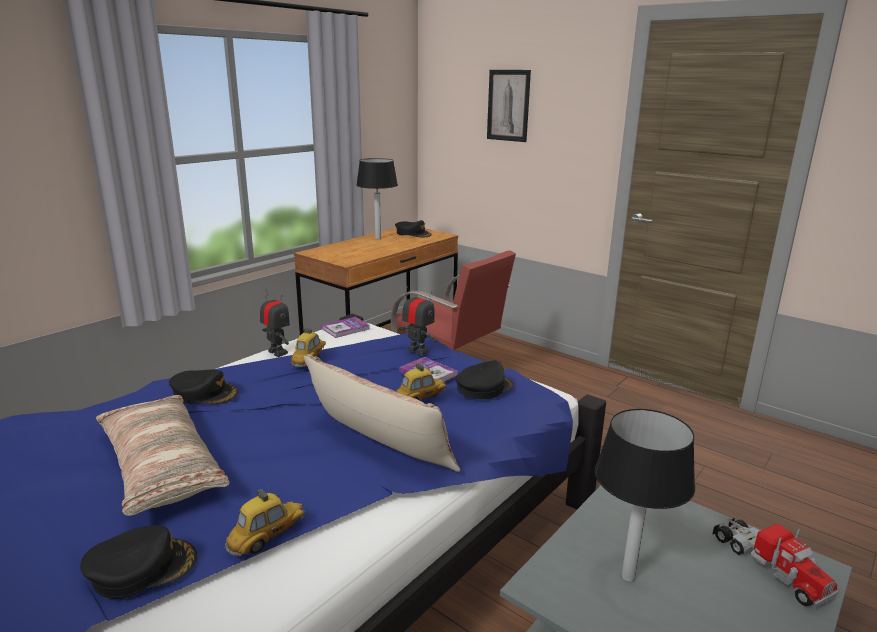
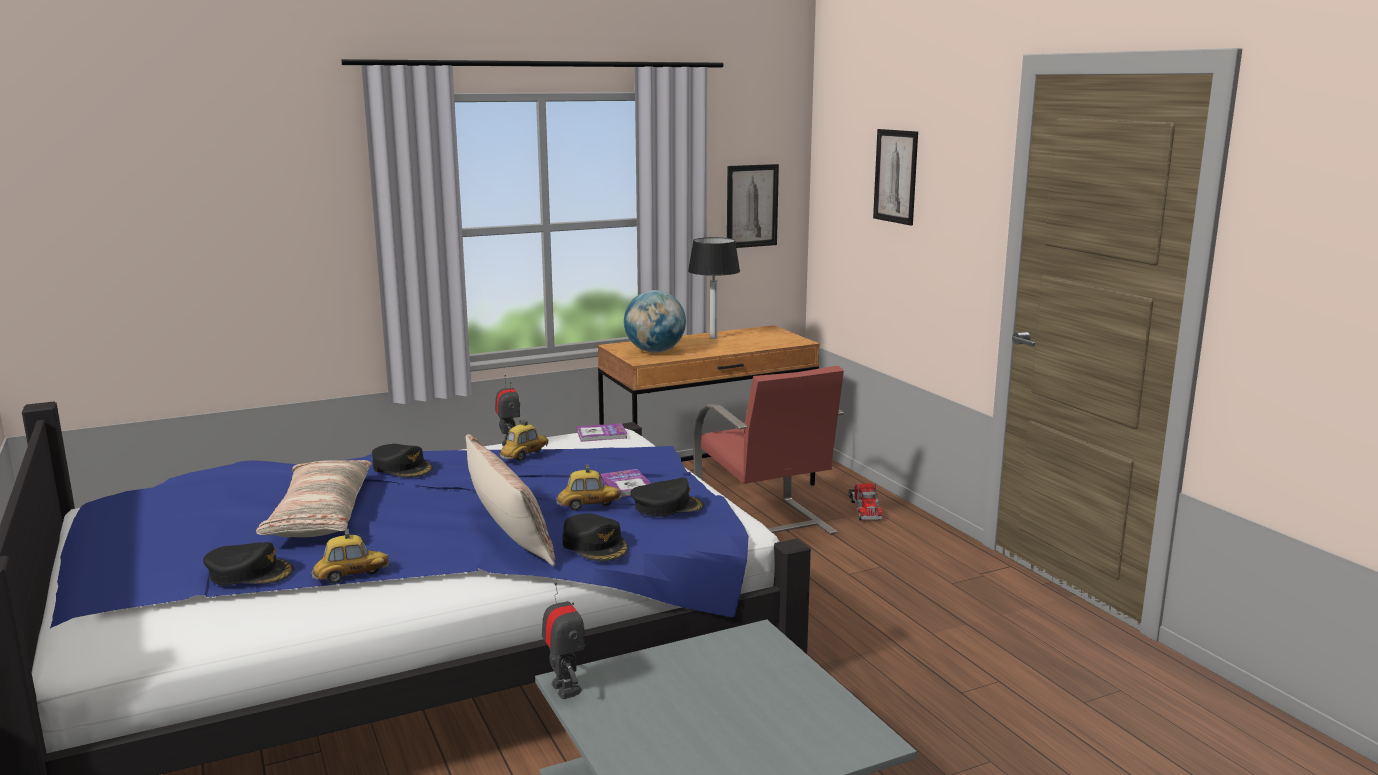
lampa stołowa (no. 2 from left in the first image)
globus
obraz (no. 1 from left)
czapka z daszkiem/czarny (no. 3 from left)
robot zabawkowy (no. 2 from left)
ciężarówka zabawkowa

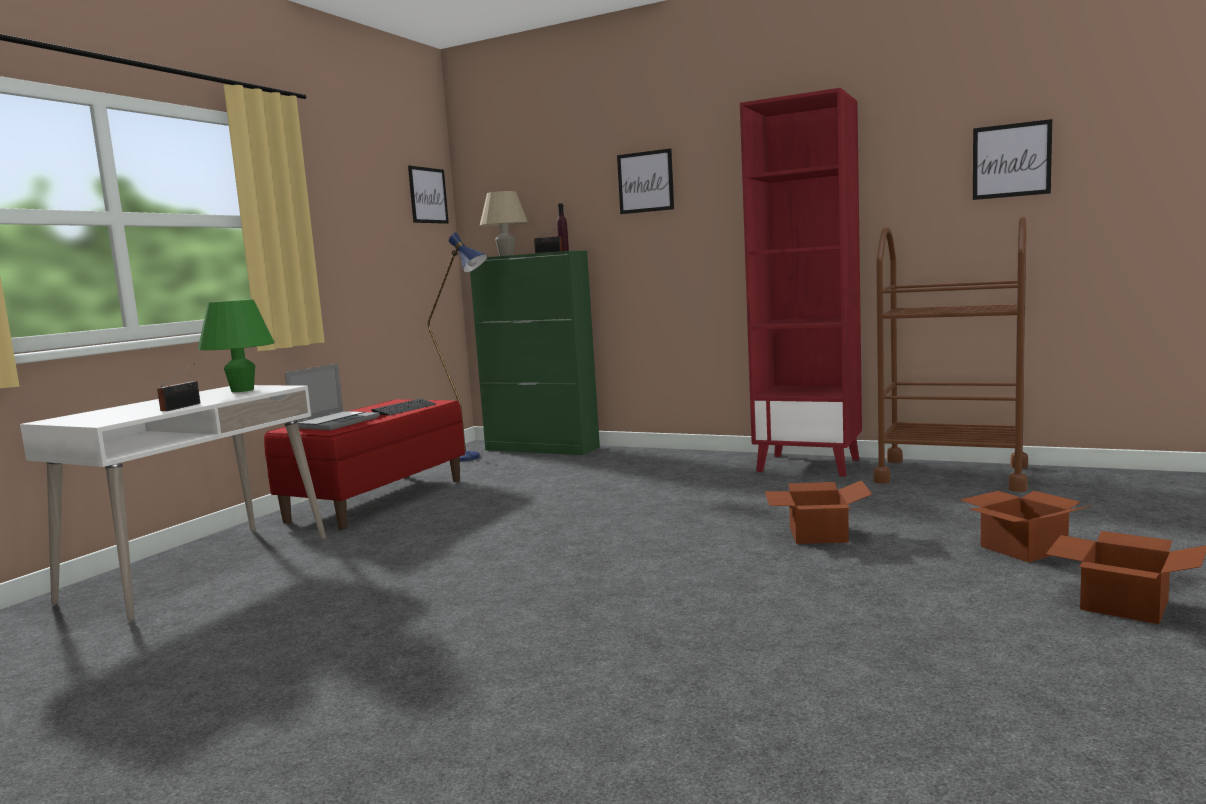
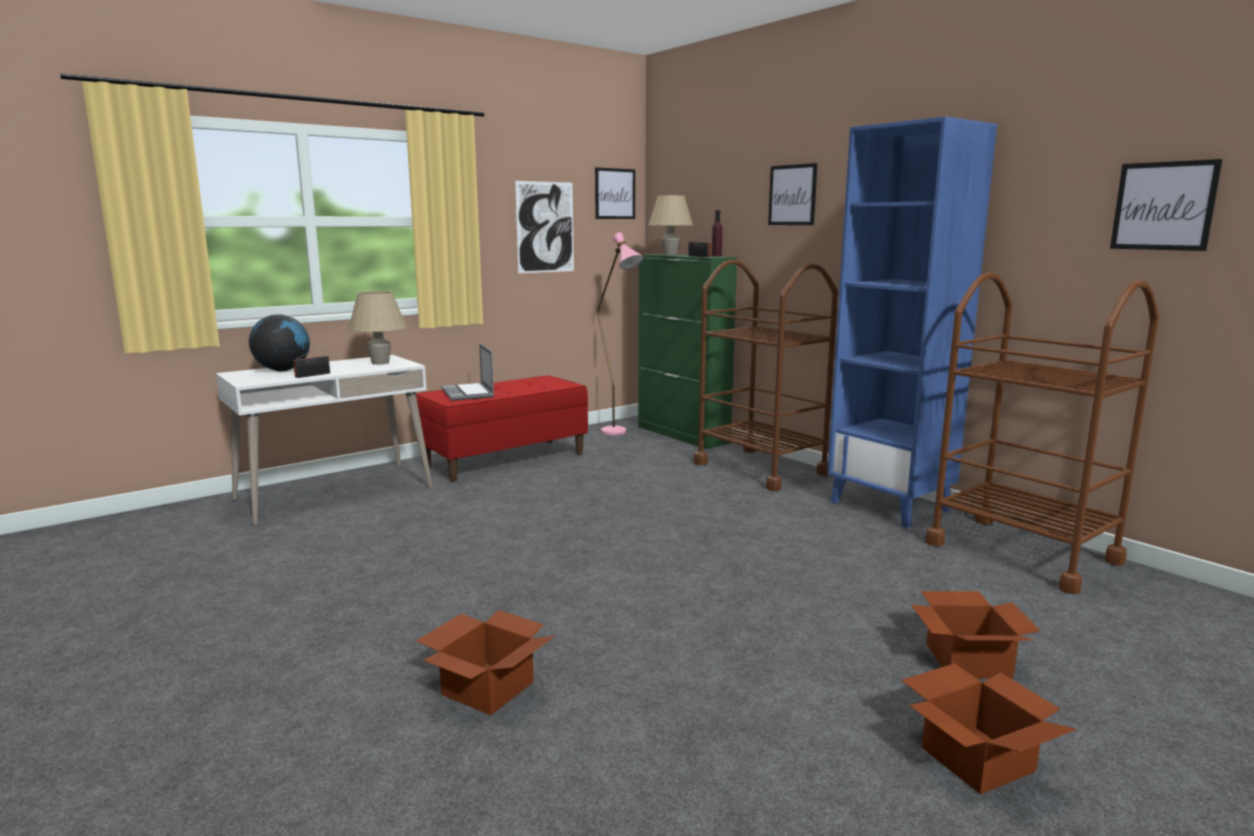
klawiatura
globus
obraz (no. 1 from left)
wózek/brązowy (no. 1 from left)
karton (no. 1 from left)
lampa stołowa/beżowy (no. 1 from left)
lampa stojąca/różowy
regał/niebieski
laptop

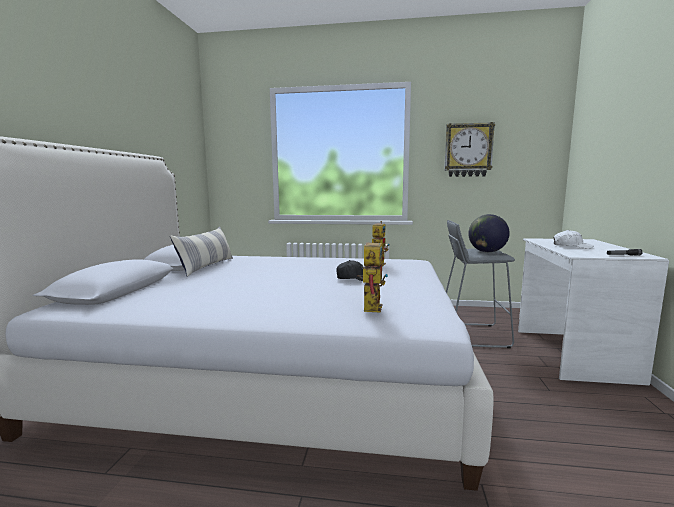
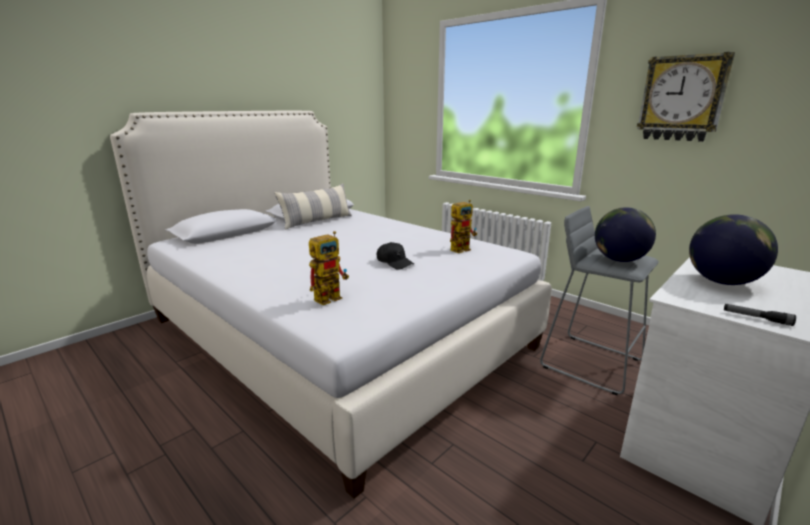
globus (no. 2 from left)

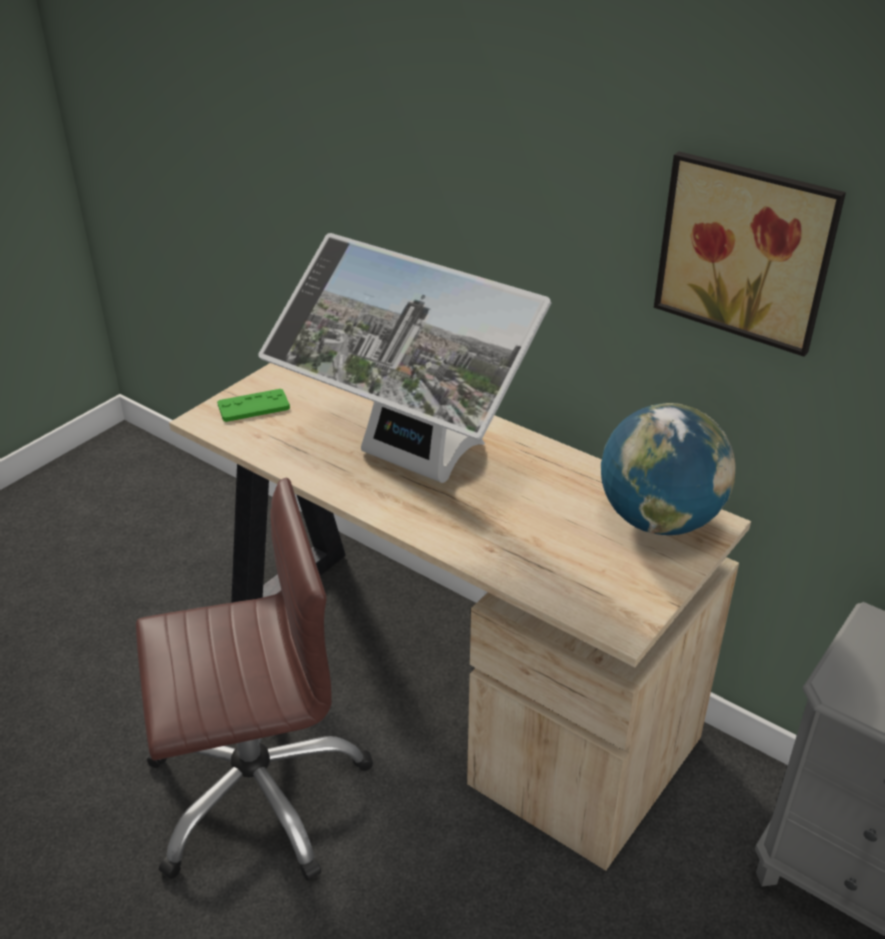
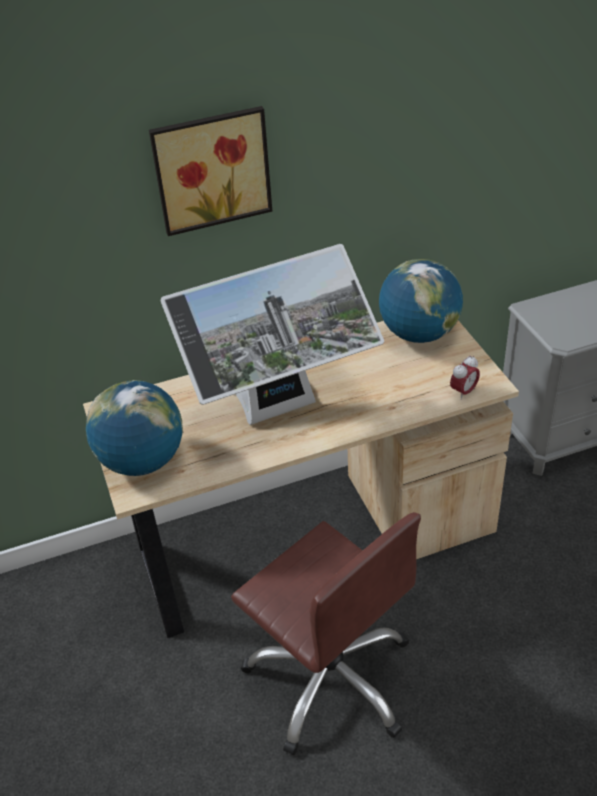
budzik
obraz
globus (no. 1 from left)
krzesło biurowe/brązowy

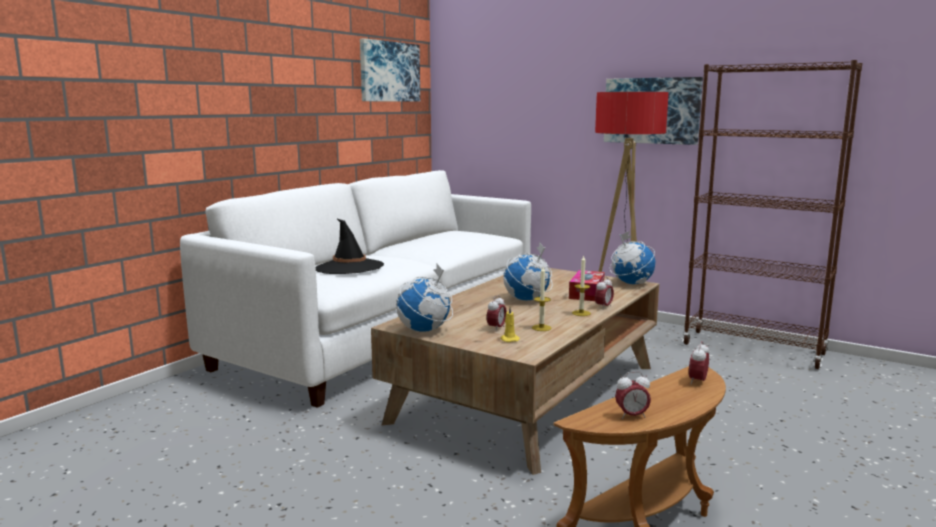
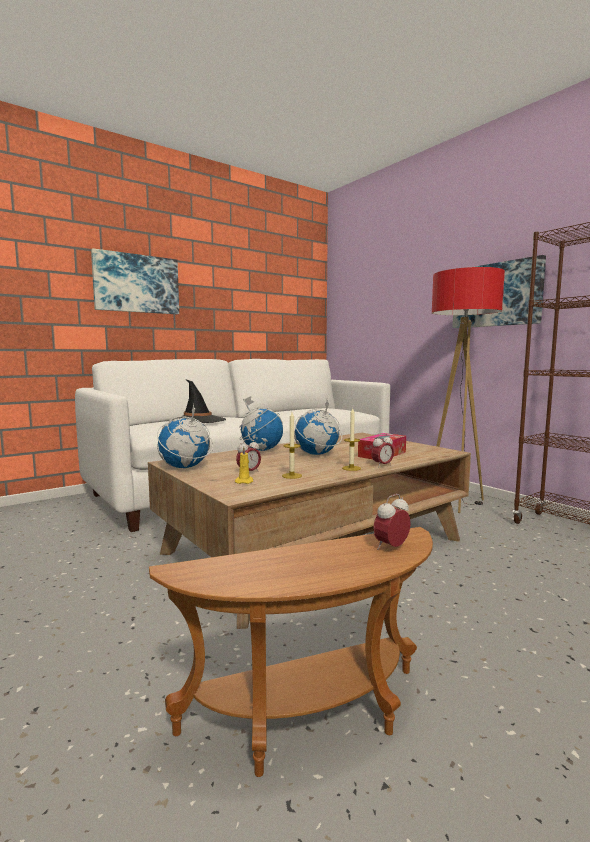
budzik (no. 3 from left in the first image)
obraz (no. 1 from left)
globus (no. 2 from left)

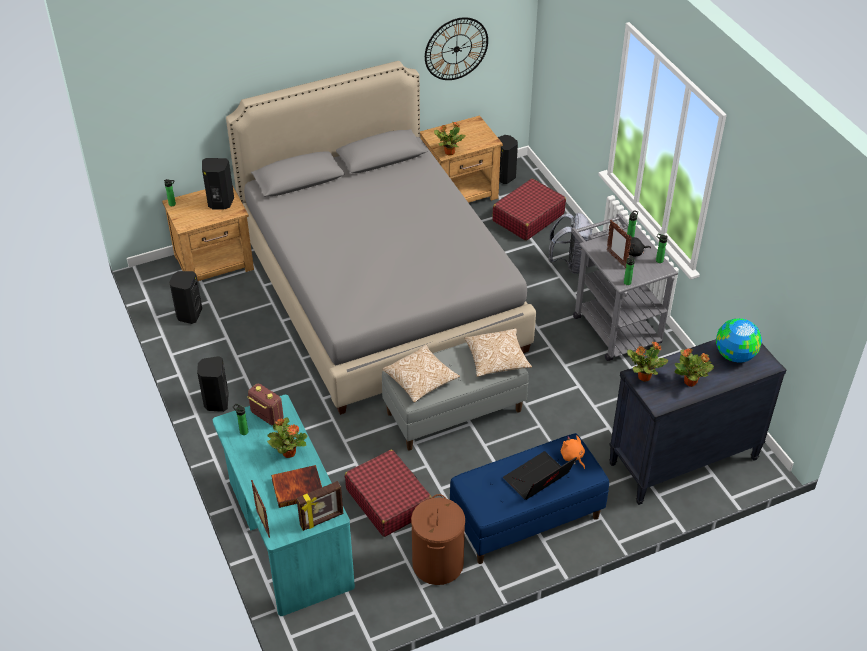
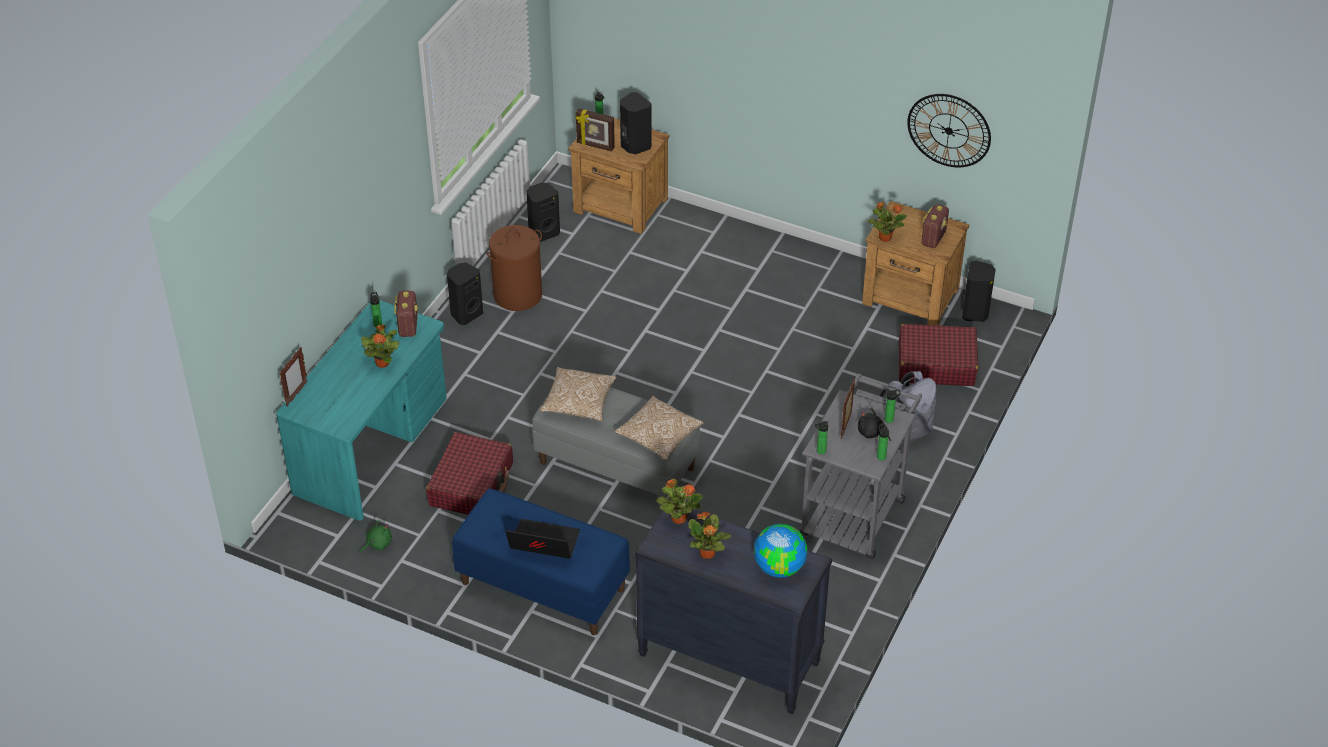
łóżko/szary
książka
pluszak/pomarańczowy
pluszak/zielony
radio (no. 2 from left)
ramka na zdjęcie (no. 2 from left)
kosz na pranie/brązowy

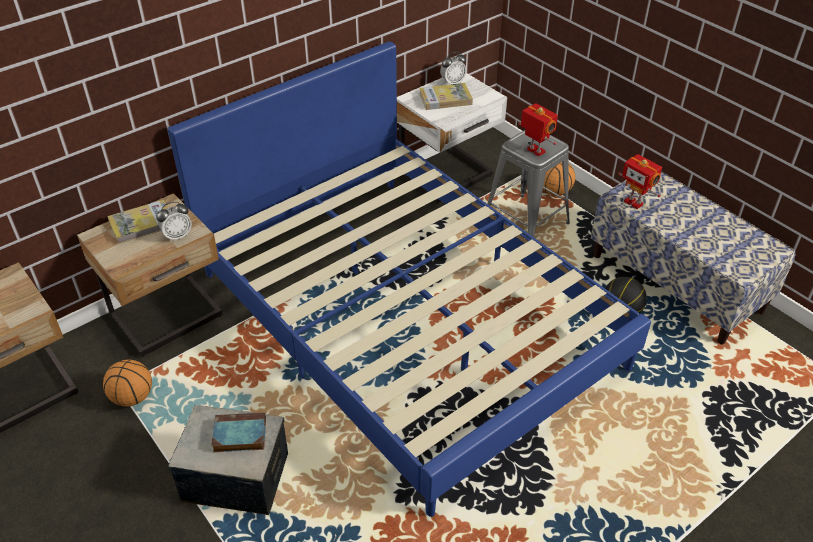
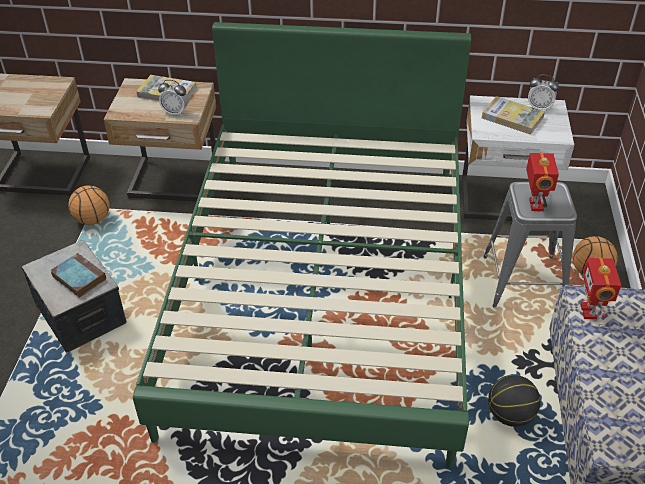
łóżko/zielony

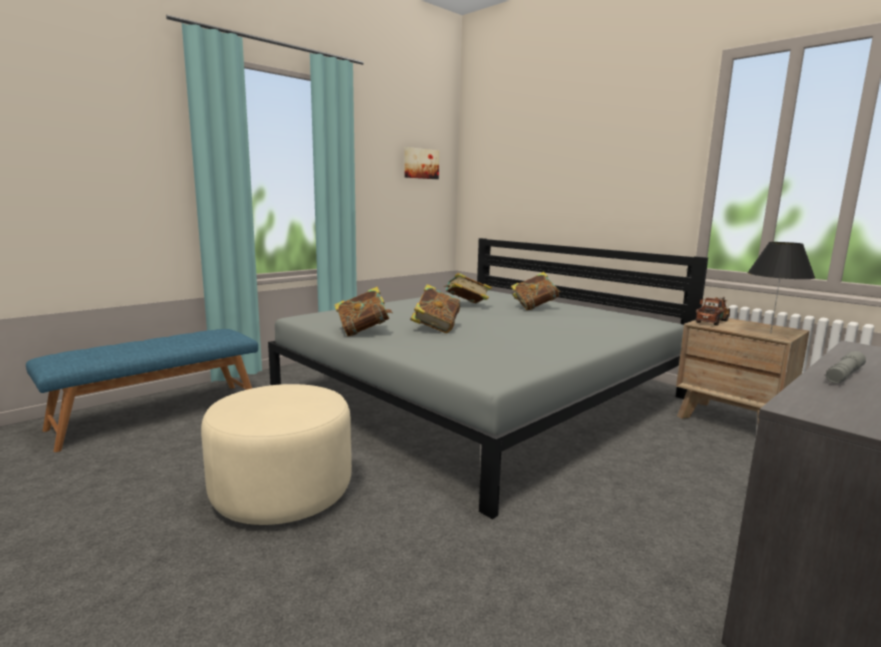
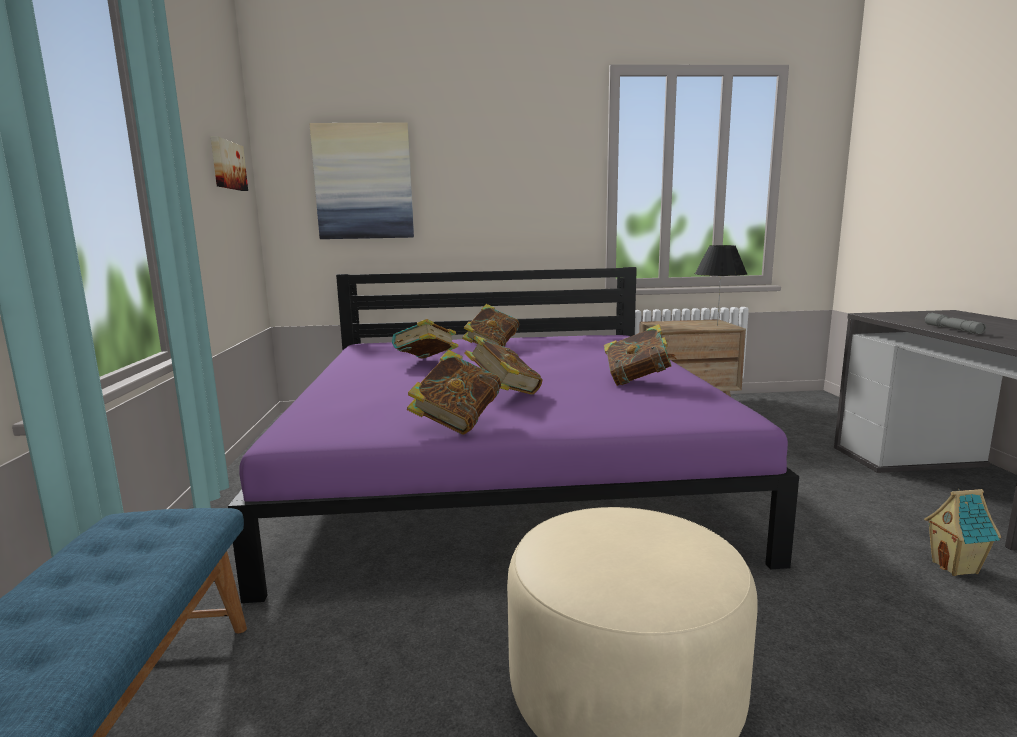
ciężarówka zabawkowa
obraz (no. 2 from left)
książka (no. 5 from left)
domek
łóżko/fioletowy

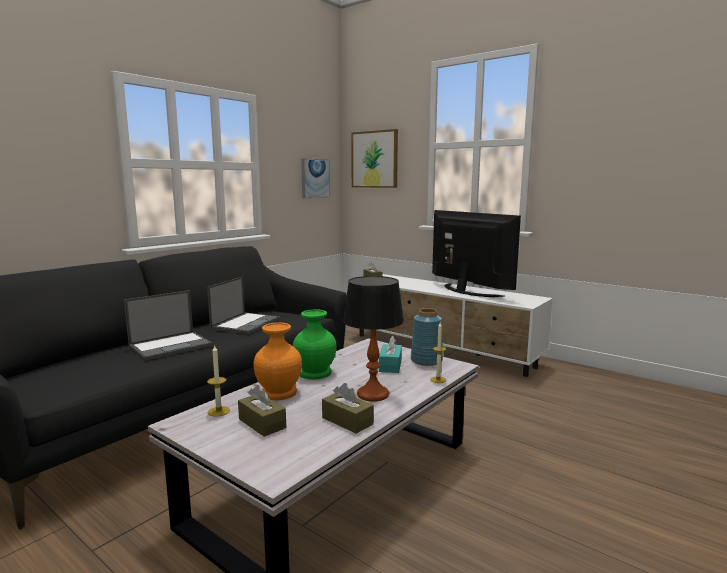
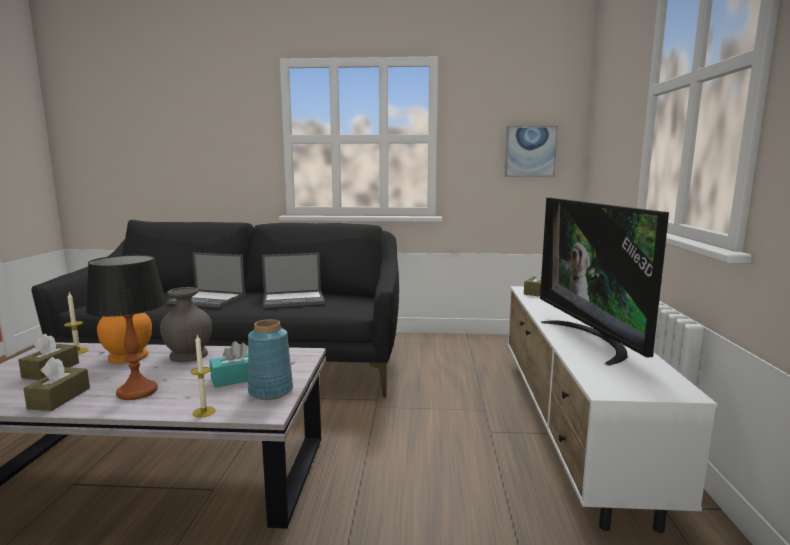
obraz (no. 2 from left in the first image)
wazon/szary
telewizor

